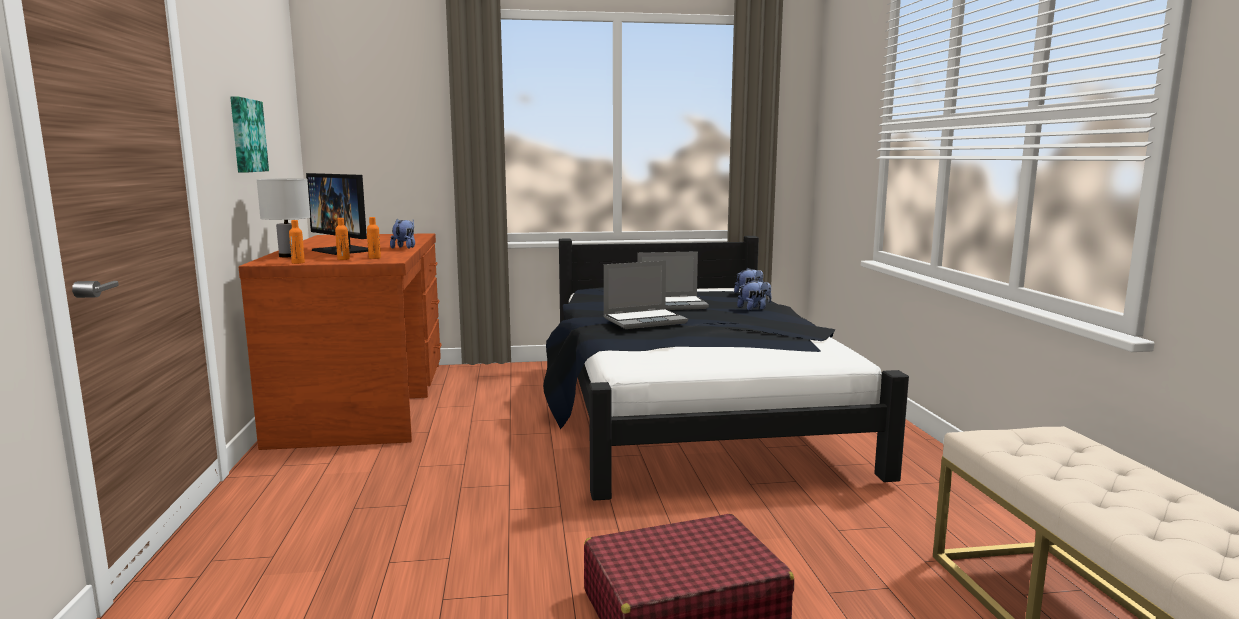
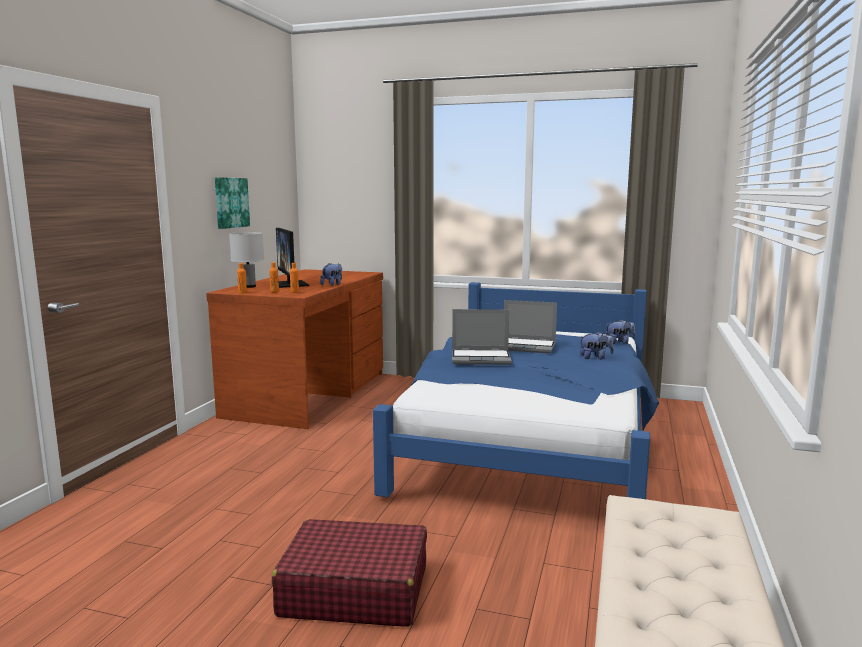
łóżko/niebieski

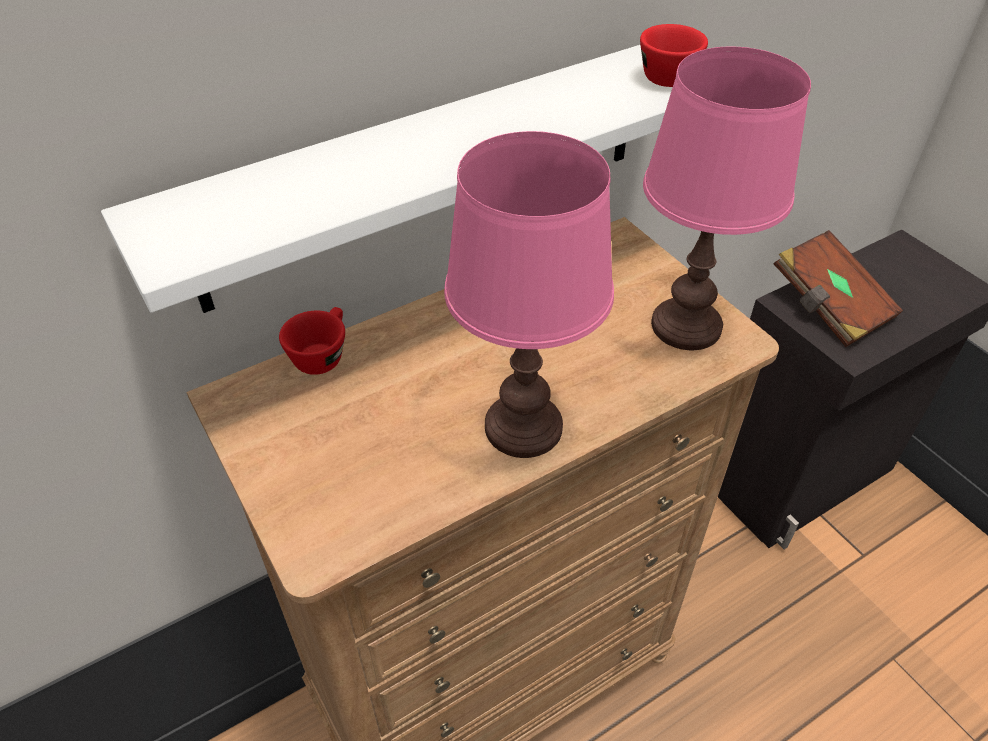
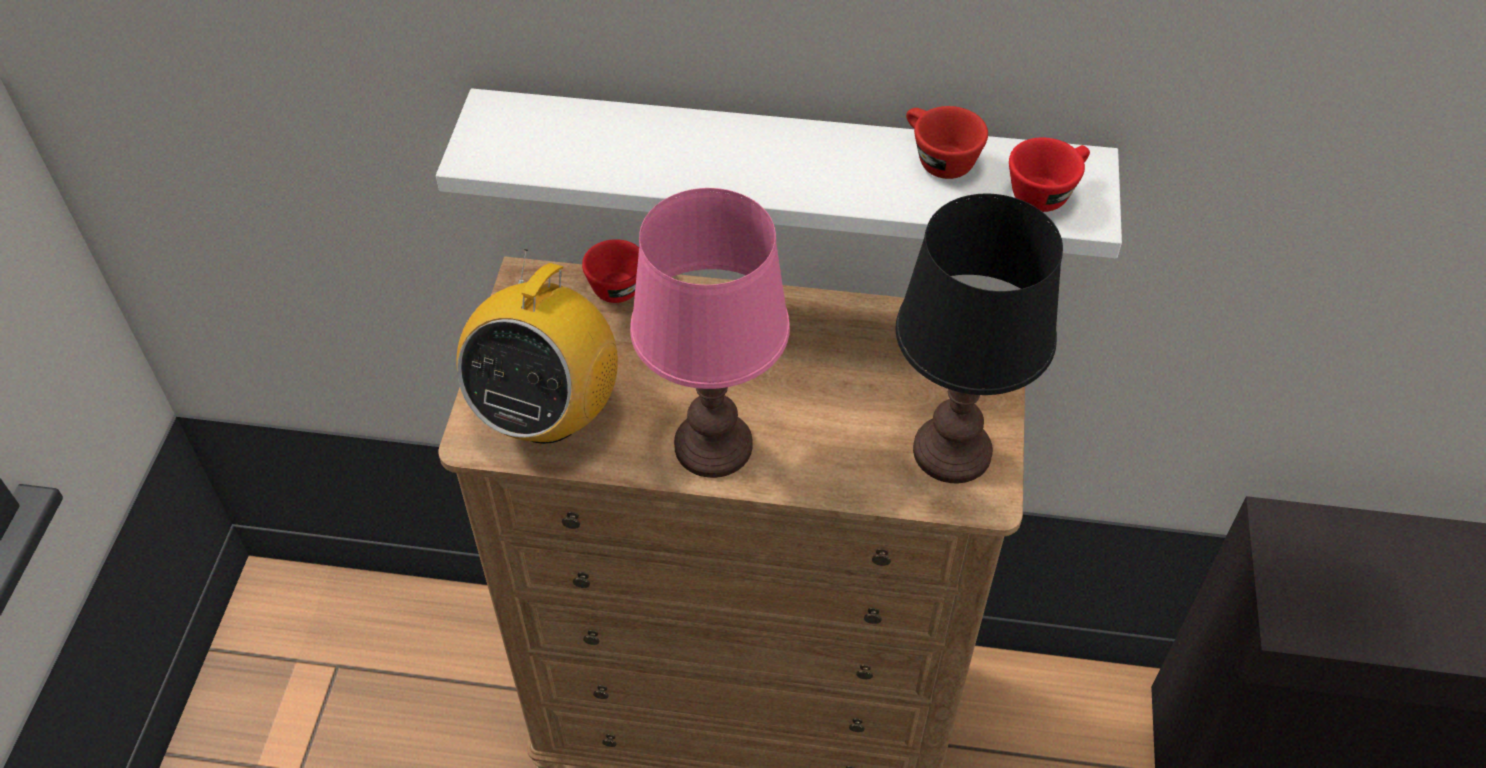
książka/brązowy
radio
filiżanka/czerwony (no. 2 from left)
lampa stołowa/czarny

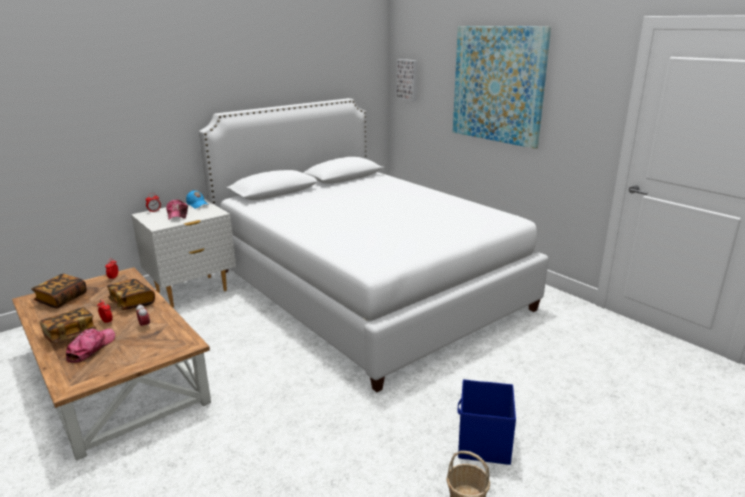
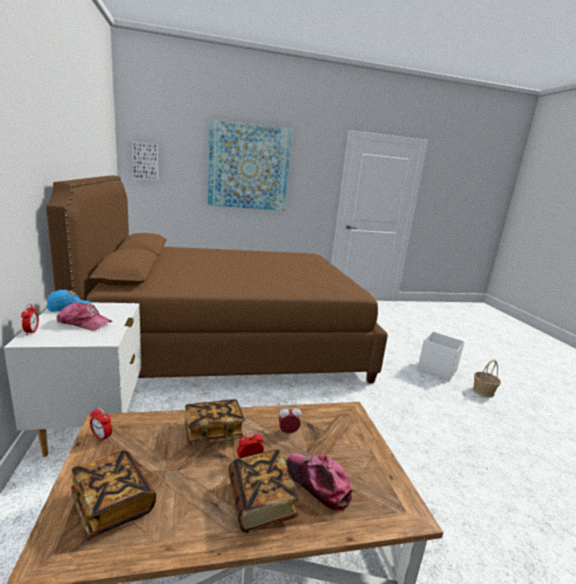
łóżko/brązowy
pojemnik do przechowywania/biały

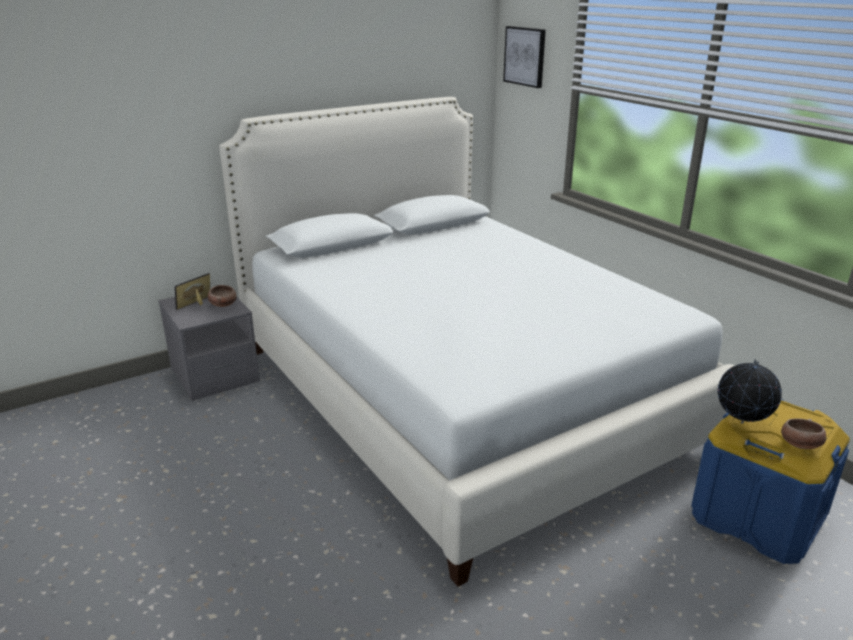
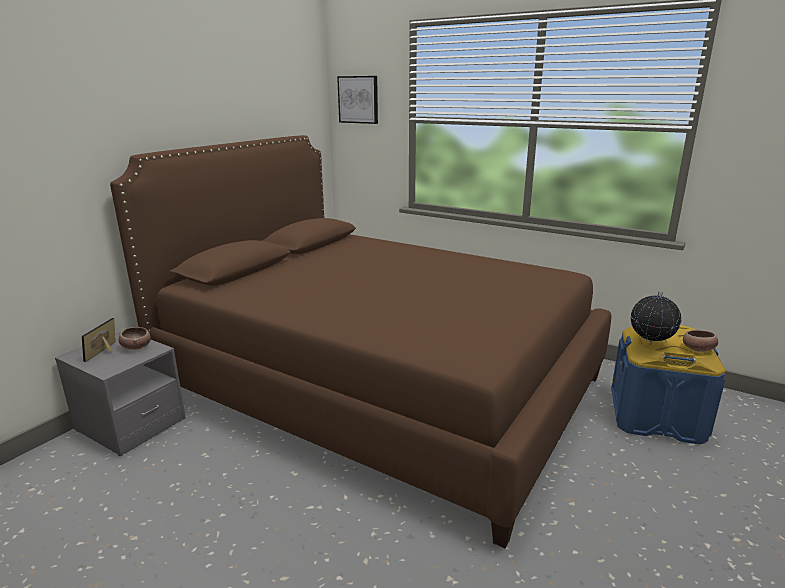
łóżko/brązowy

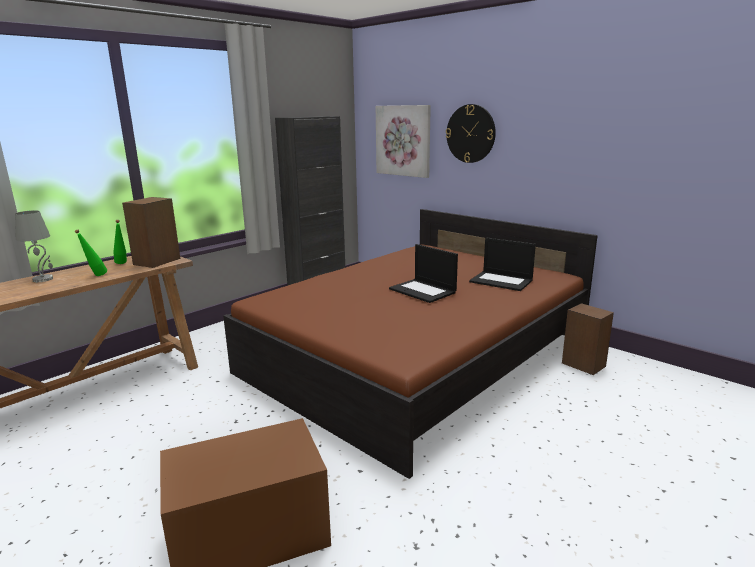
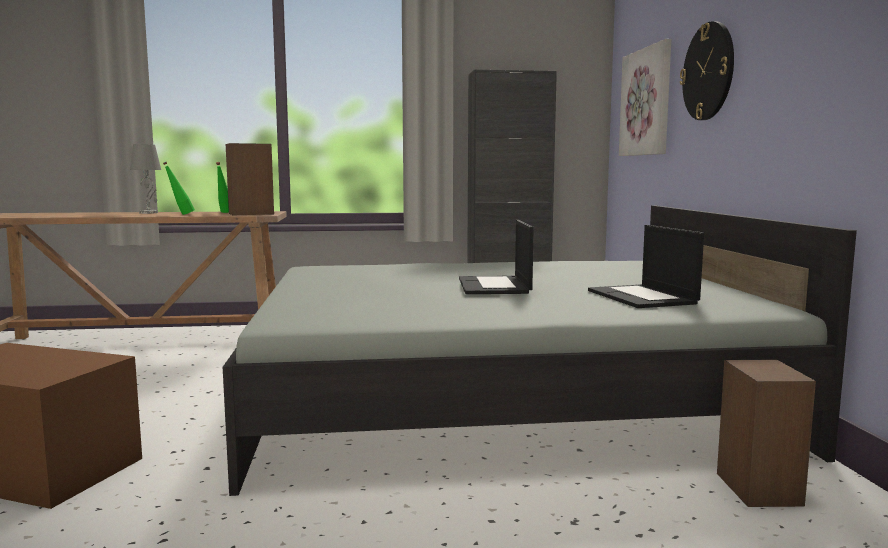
łóżko/szary

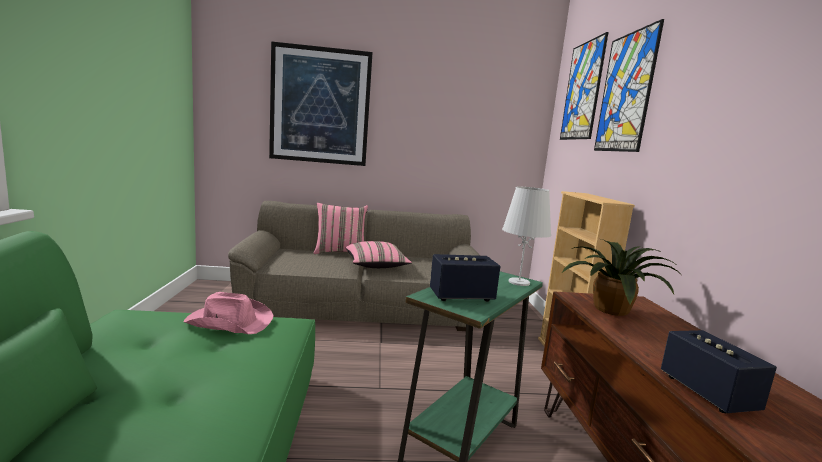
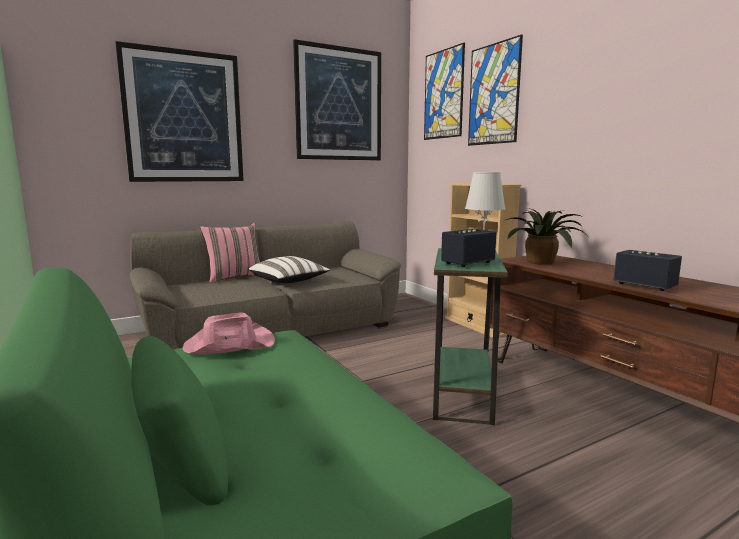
obraz (no. 2 from left)
poduszka/biały

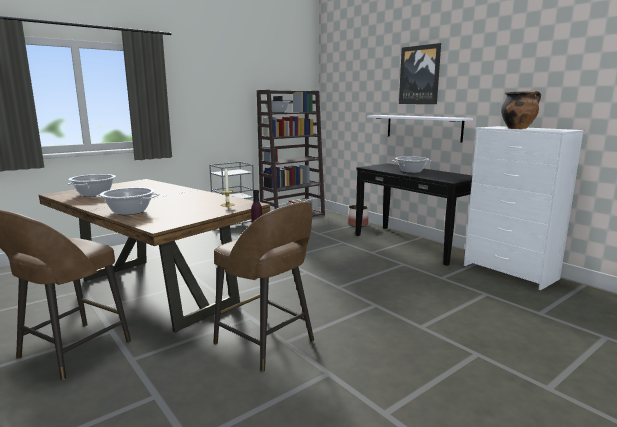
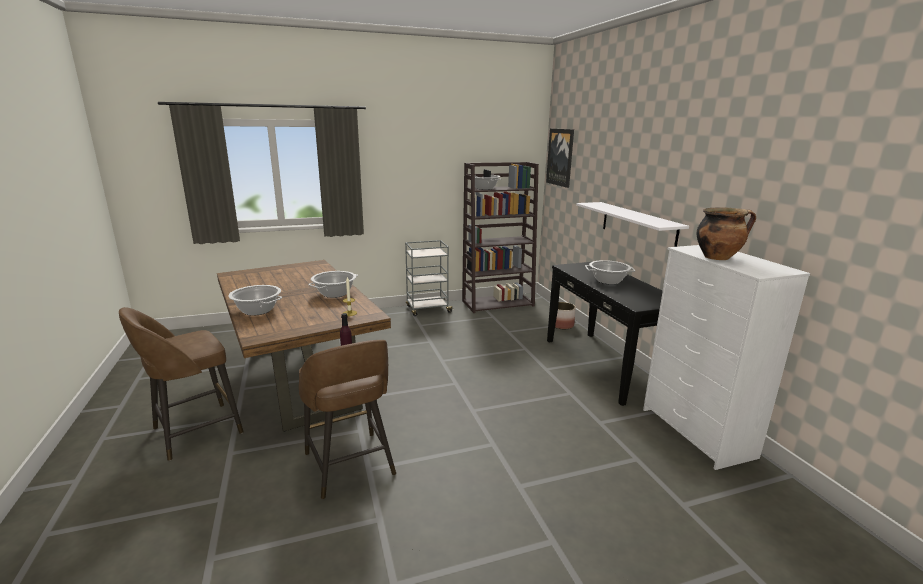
garnek (no. 2 from left)
obraz

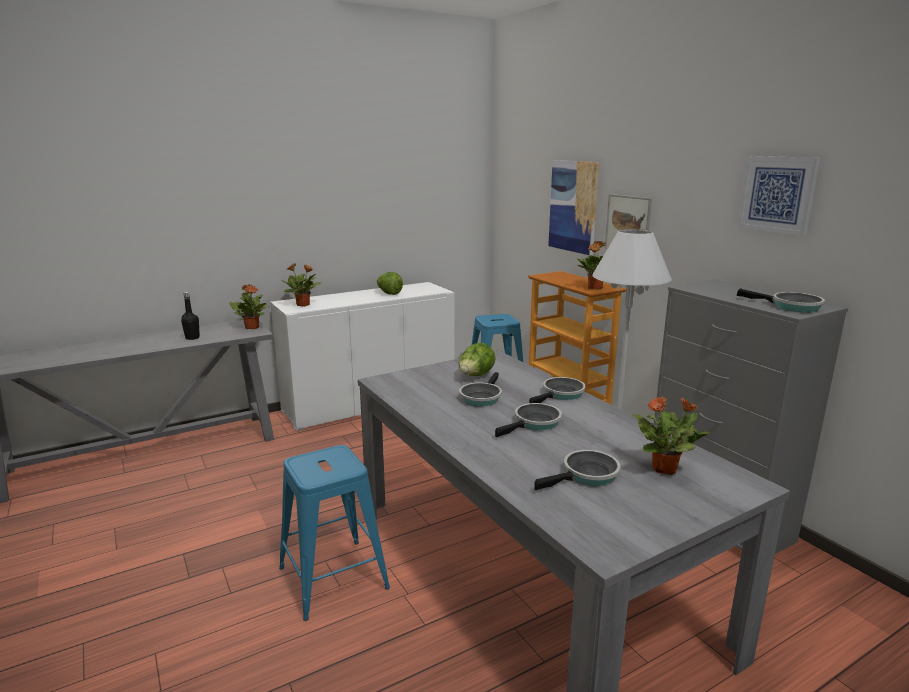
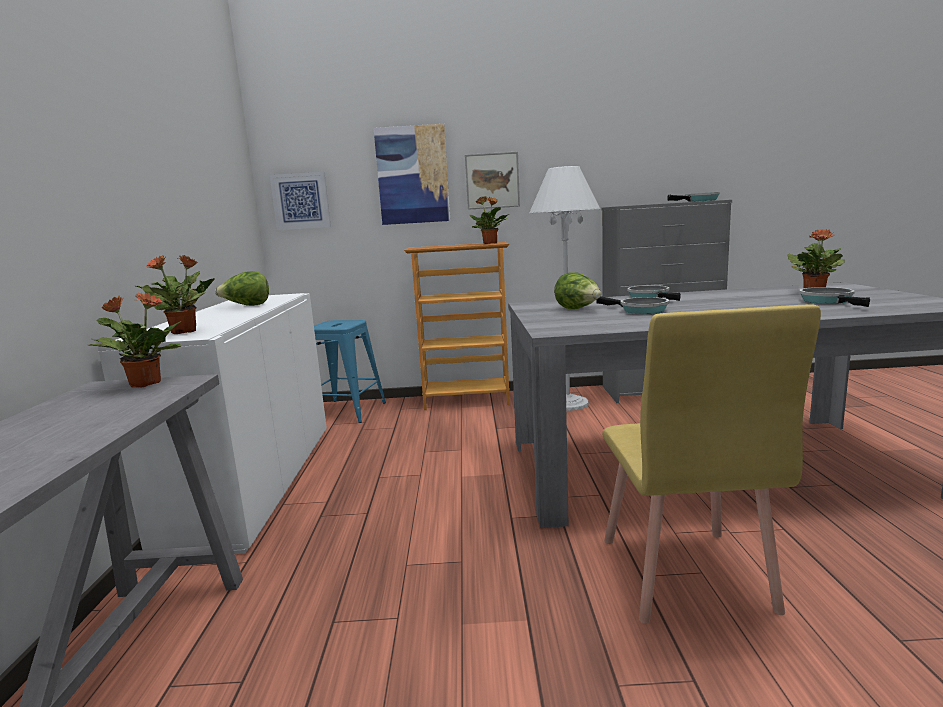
butelka/czarny
patelnia (no. 2 from left in the first image)
obraz (no. 1 from left)
krzesło/żółty

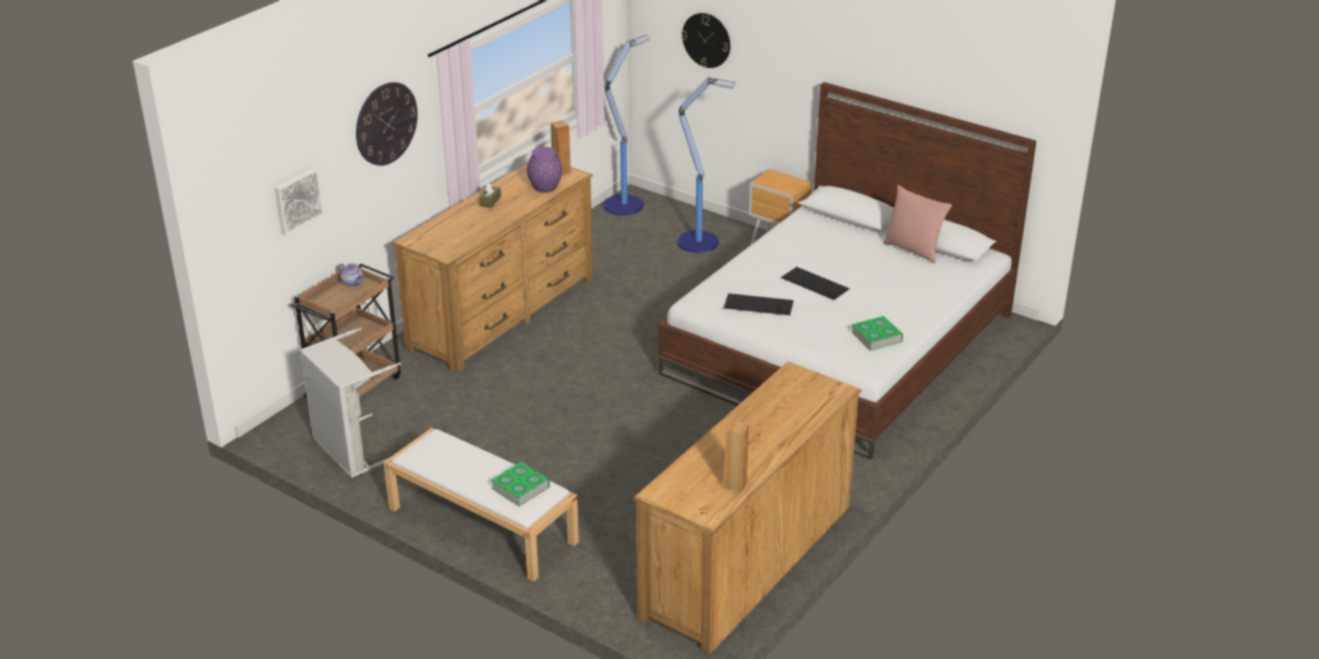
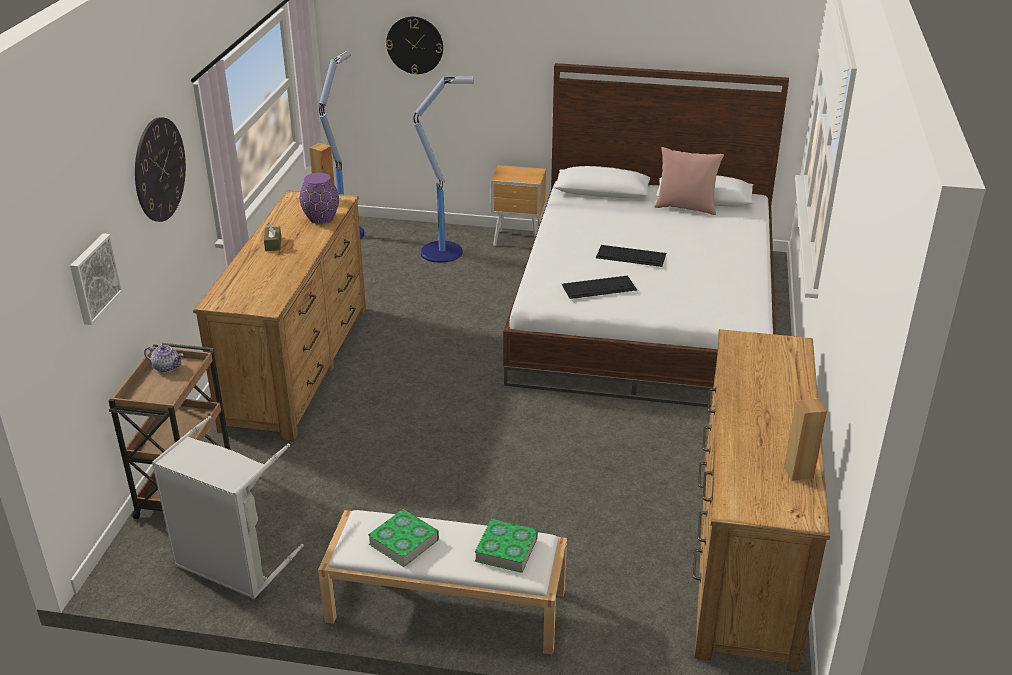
książka (no. 1 from left)

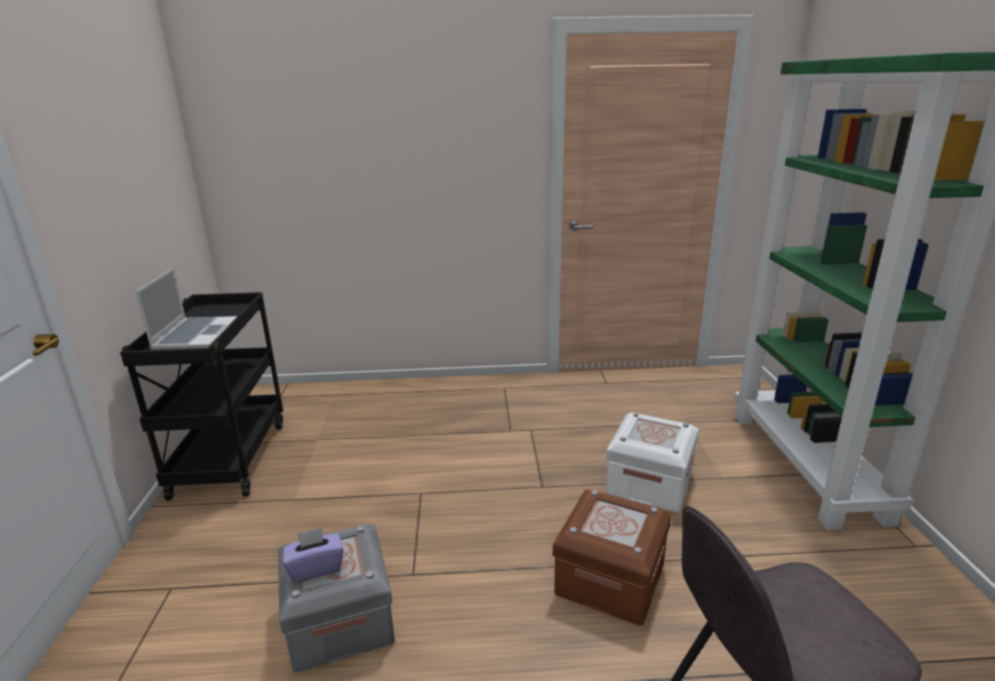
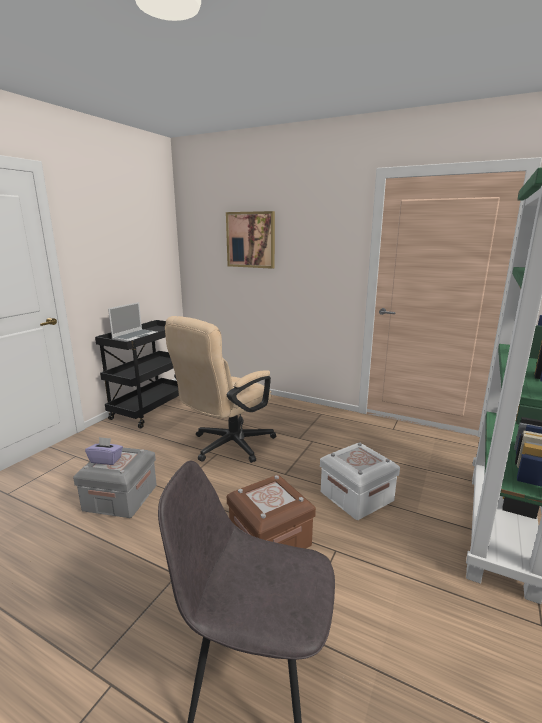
krzesło biurowe/beżowy
obraz

